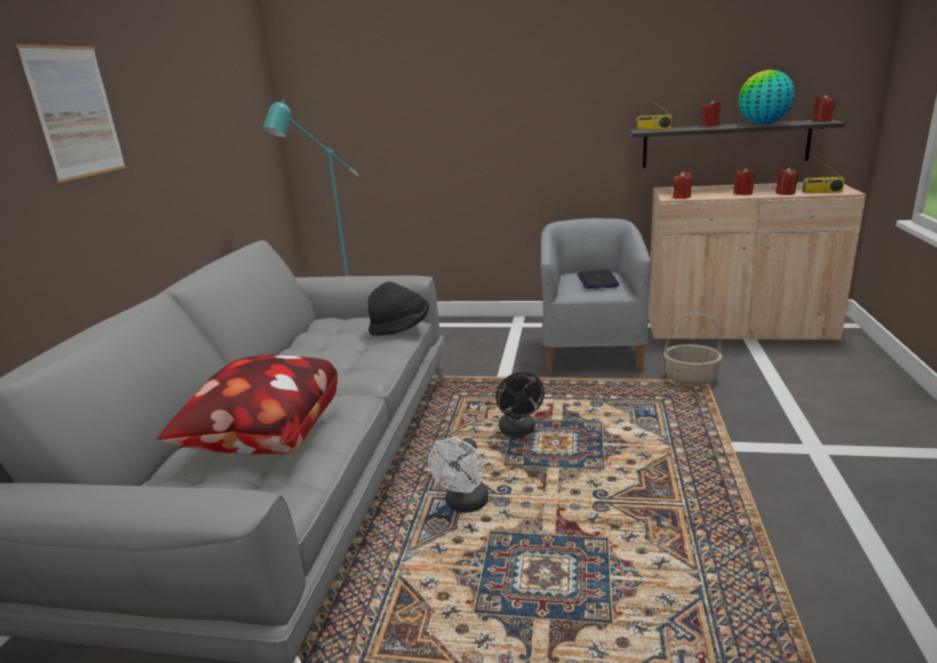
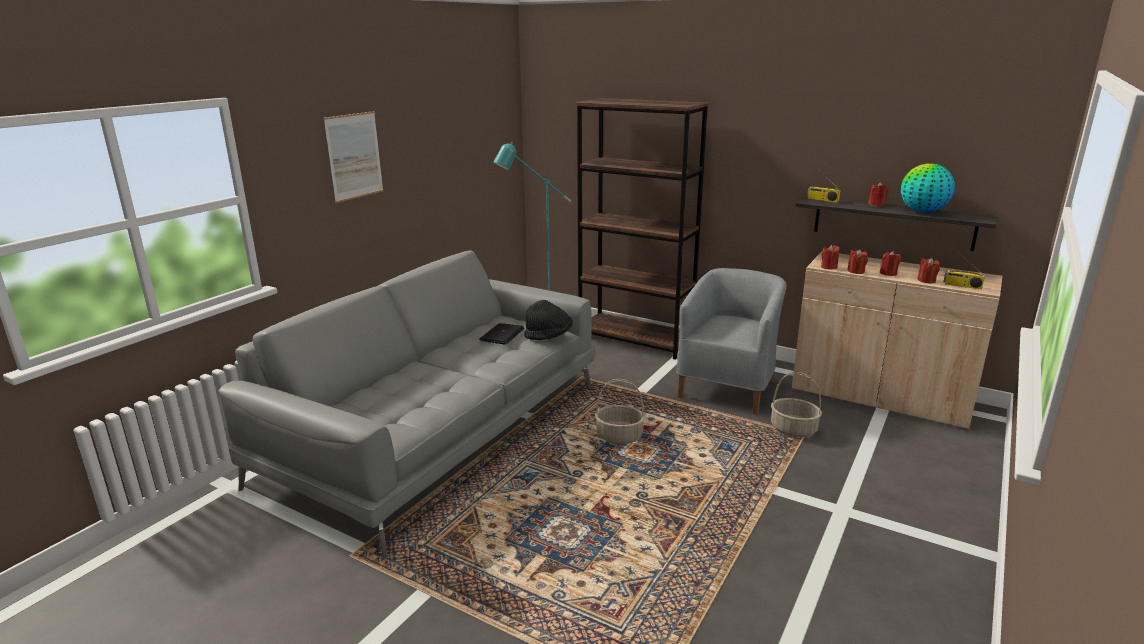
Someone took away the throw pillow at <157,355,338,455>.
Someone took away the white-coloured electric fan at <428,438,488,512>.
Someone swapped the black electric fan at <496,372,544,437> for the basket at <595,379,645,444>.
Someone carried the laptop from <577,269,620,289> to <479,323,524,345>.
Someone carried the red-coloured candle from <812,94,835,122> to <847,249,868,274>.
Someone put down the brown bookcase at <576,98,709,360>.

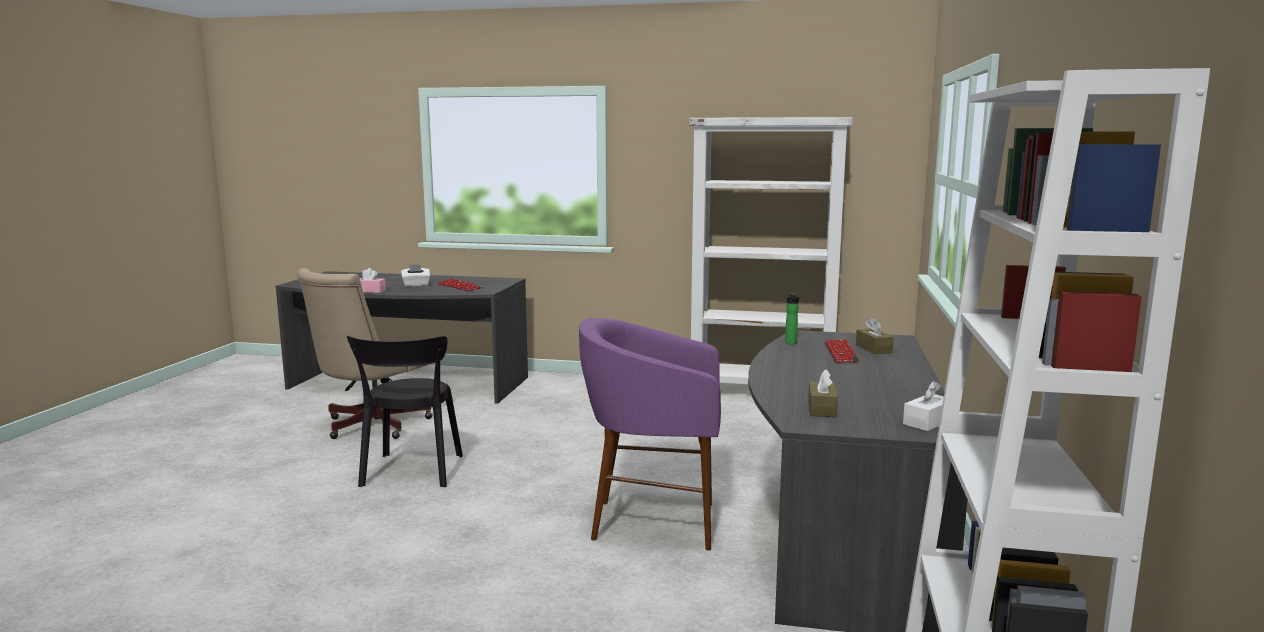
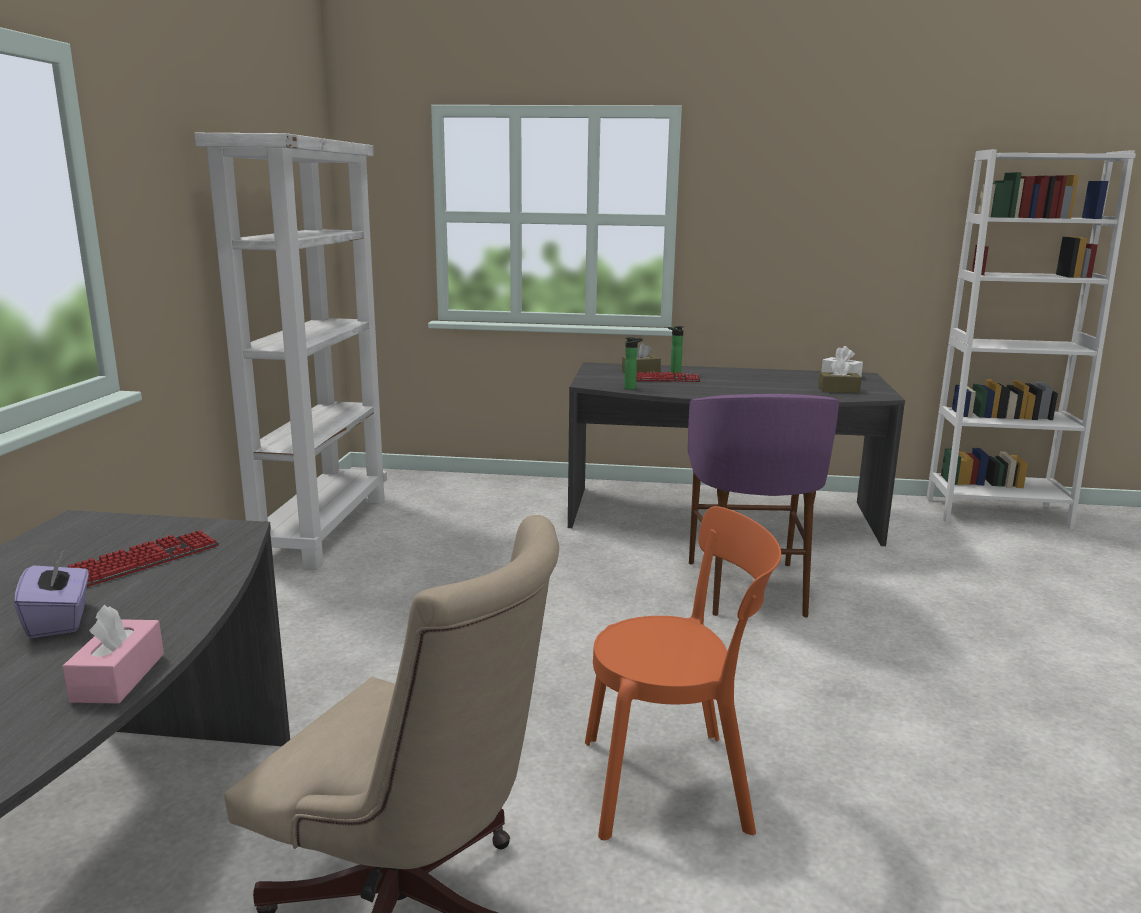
Someone repainted the black upright chair at <347,336,463,487>, which became the orangey upright chair at <585,506,781,840>.
Someone repainted the white-coloured tissue holder at <401,265,430,287>, which became the purplish tissue holder at <14,552,89,638>.
Someone put down the drink bottle at <668,326,684,374>.

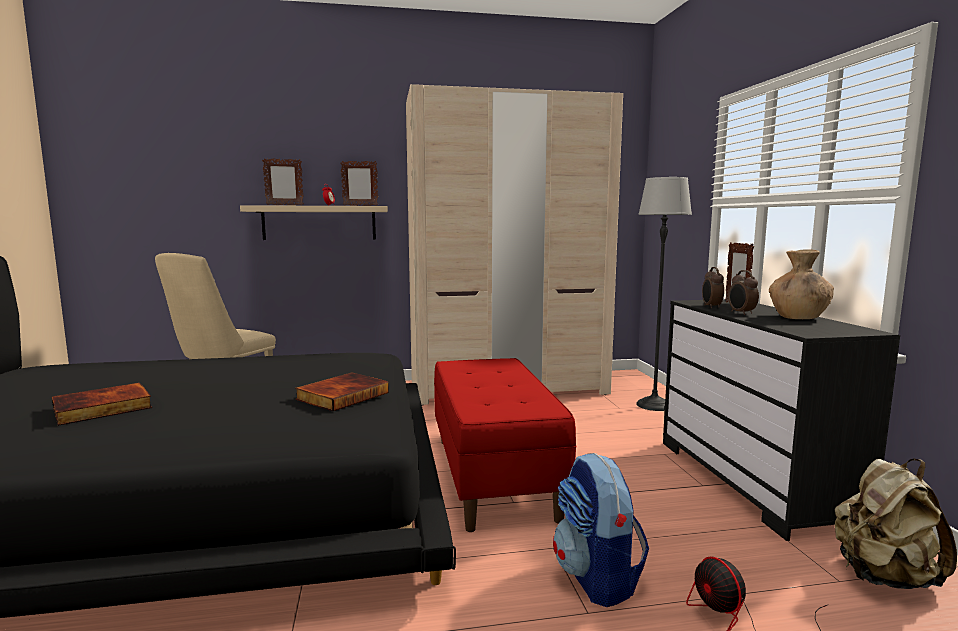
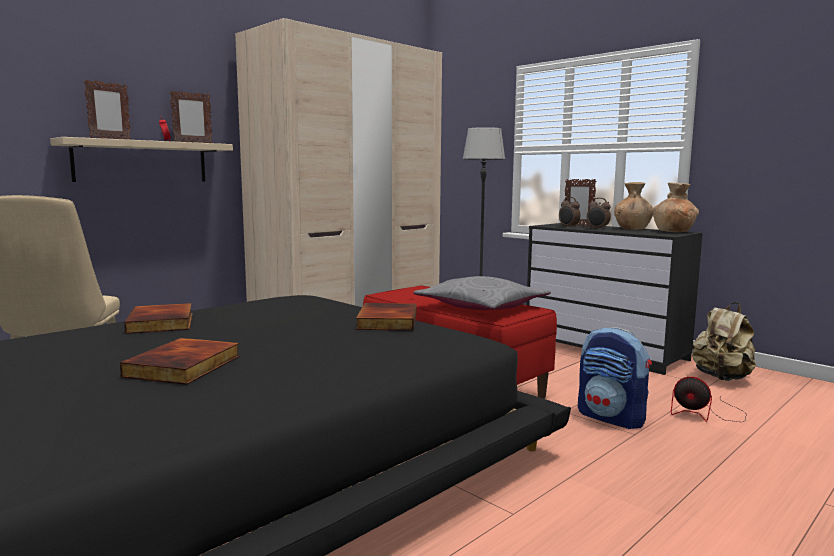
Someone put down the book at <124,303,193,334>.
Someone put down the grey throw pillow at <413,276,551,310>.
Someone put down the brown decorative vase at <652,183,699,232>.

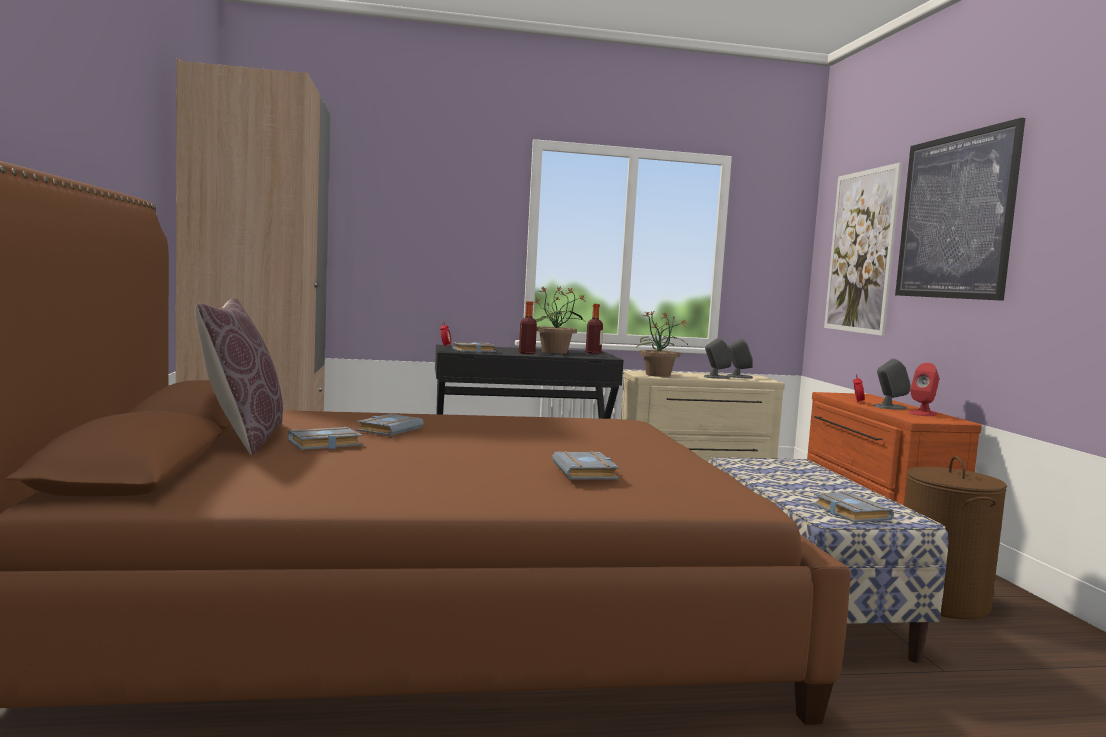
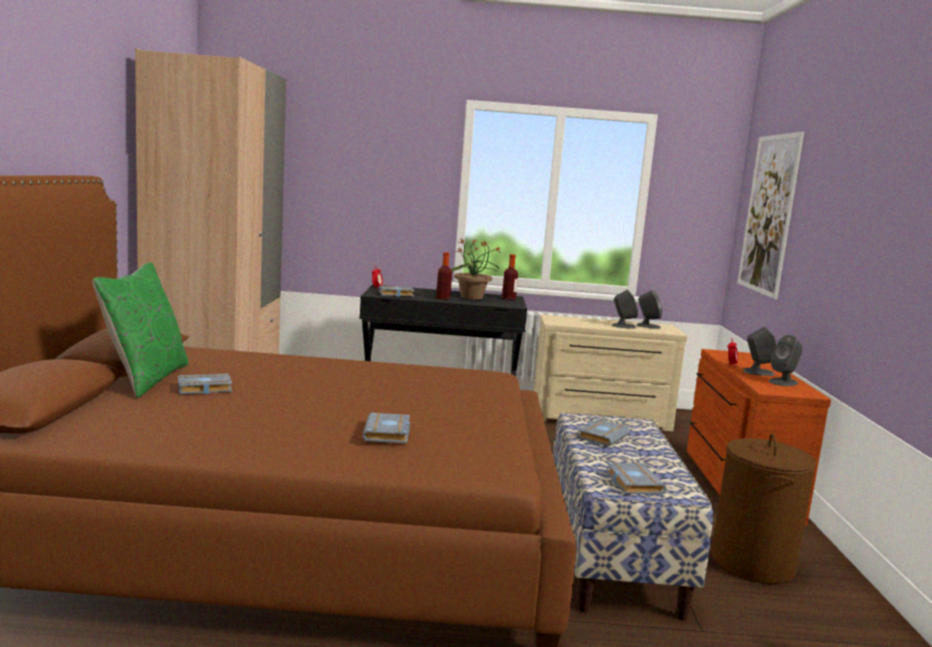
Someone repainted the brown throw pillow at <195,298,283,455>, which became the greenish throw pillow at <92,263,189,398>.
Someone carried the grey book from <356,414,424,436> to <577,419,630,447>.
Someone took away the potted plant at <636,311,688,377>.
Someone took away the wall art at <895,118,1025,301>.
Someone repainted the red-coloured loudspeaker at <909,363,939,416>, which became the grey loudspeaker at <769,335,803,386>.

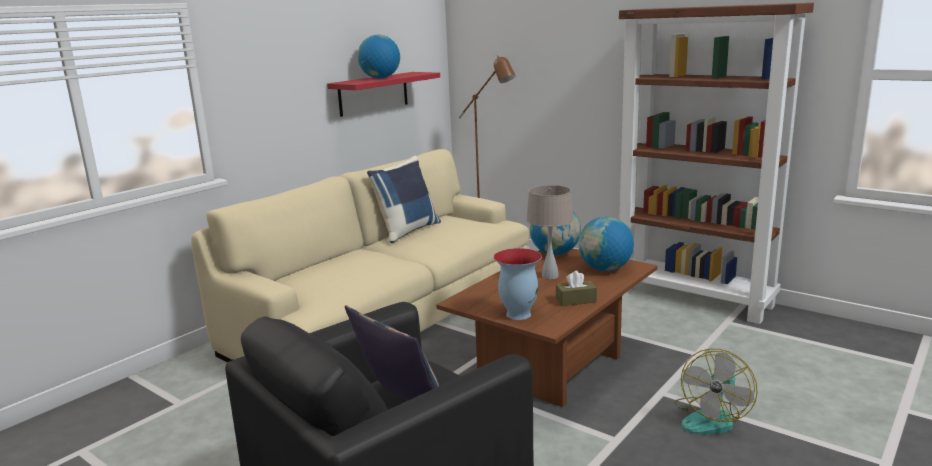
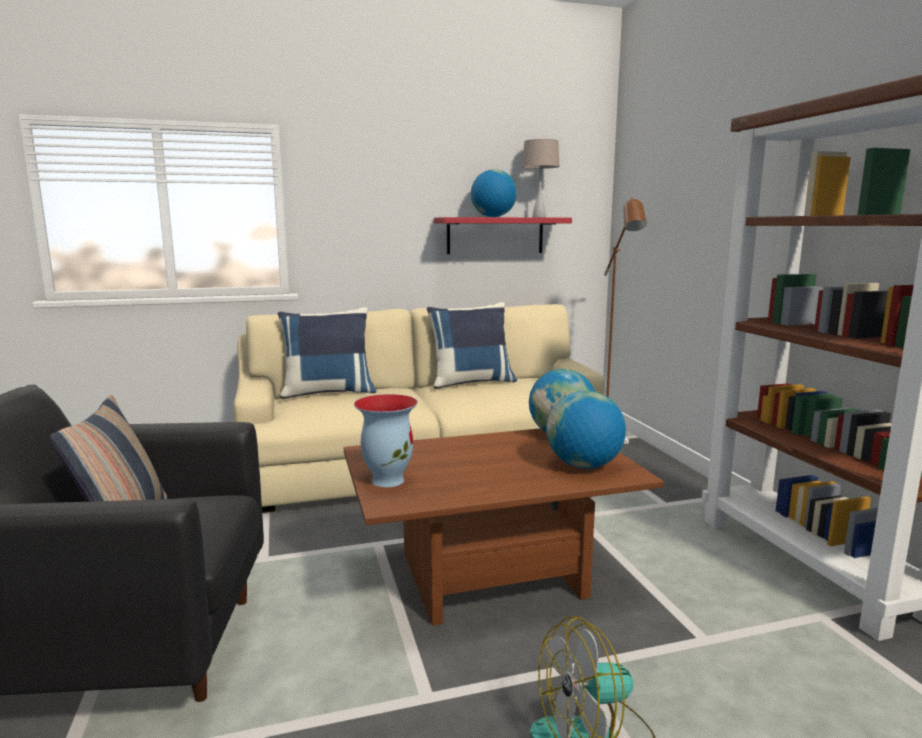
Someone carried the beige lamp for a table from <527,185,574,279> to <522,139,560,217>.
Someone took away the brown tissue holder at <556,271,597,306>.
Someone put down the blue-coloured throw pillow at <278,307,376,399>.

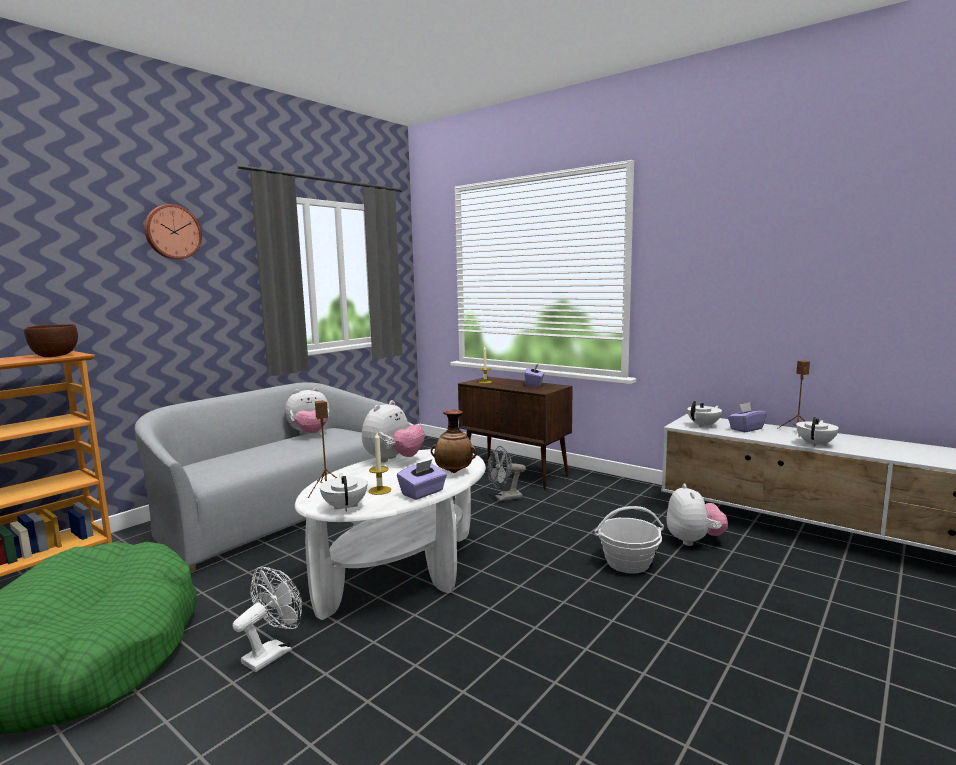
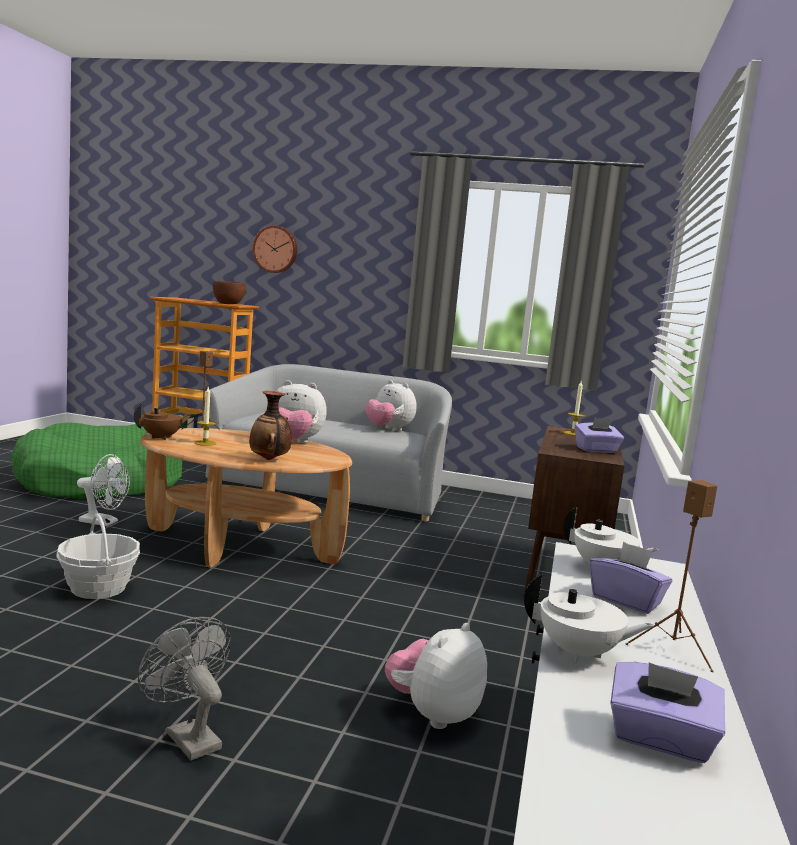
Someone carried the clock on the wall from <144,204,202,259> to <252,226,297,273>.
Someone repainted the white-coloured coffee table at <295,449,486,620>, which became the brown coffee table at <140,428,352,567>.
Someone repainted the white-coloured tea pot at <320,473,367,512>, which became the brown tea pot at <134,403,191,440>.
Someone carried the purplish tissue holder from <397,459,447,500> to <611,662,725,763>.
Someone carried the grey electric fan from <487,446,526,501> to <138,617,231,760>.
Someone carried the basket from <594,506,664,574> to <56,514,140,599>.
Someone rotated the soft toy at <666,483,728,546> by 150 degrees clockwise.

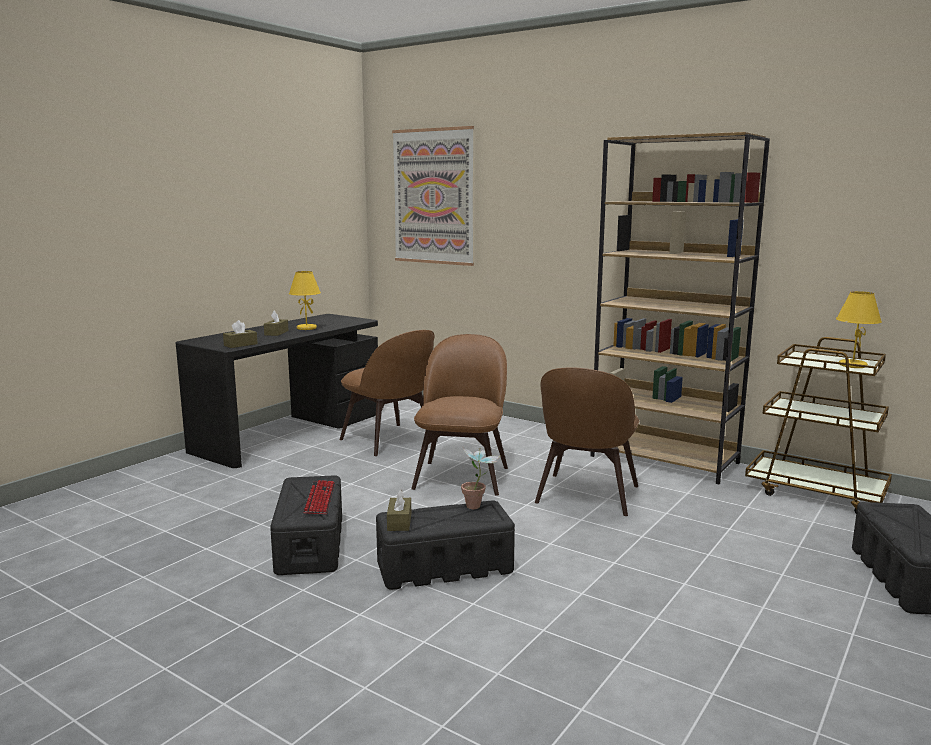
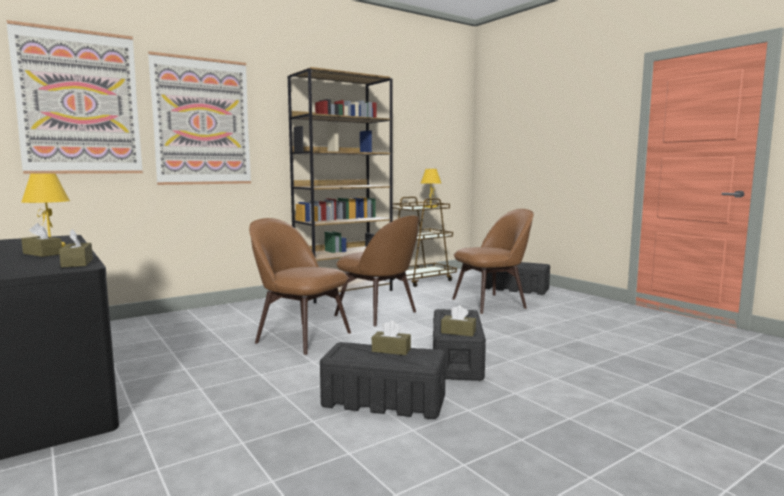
Someone swapped the keyboard at <303,480,335,514> for the brown tissue holder at <372,321,411,355>.
Someone carried the brown upright chair from <340,330,434,456> to <452,209,534,314>.
Someone took away the potted plant at <461,447,501,509>.
Someone put up the wall art at <148,51,251,185>.

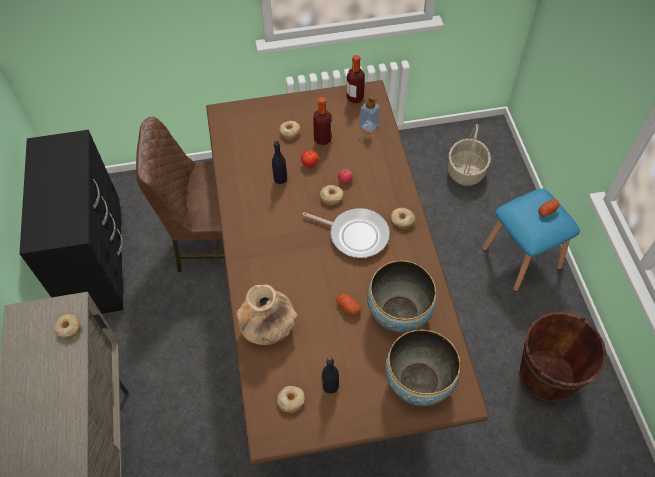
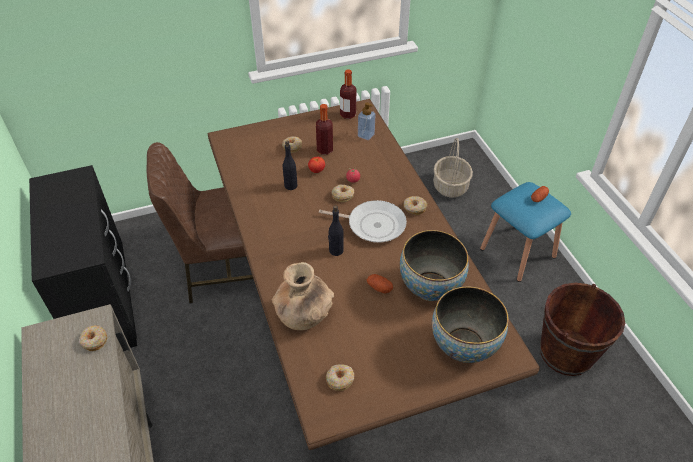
Someone carried the black drink bottle from <322,356,339,394> to <328,205,344,256>.

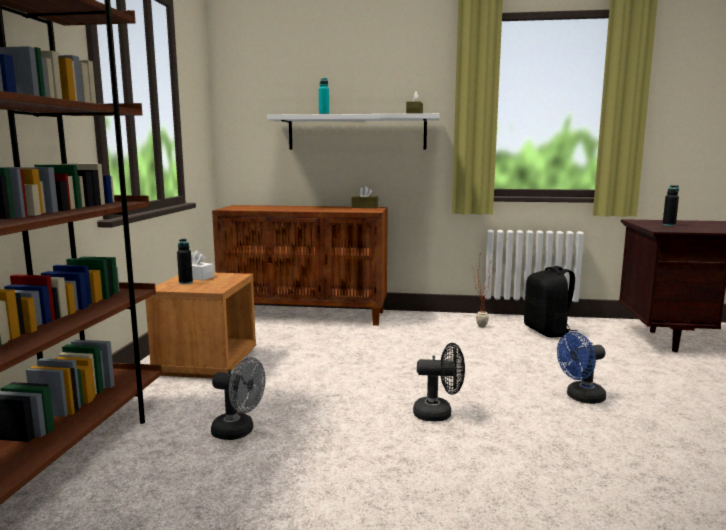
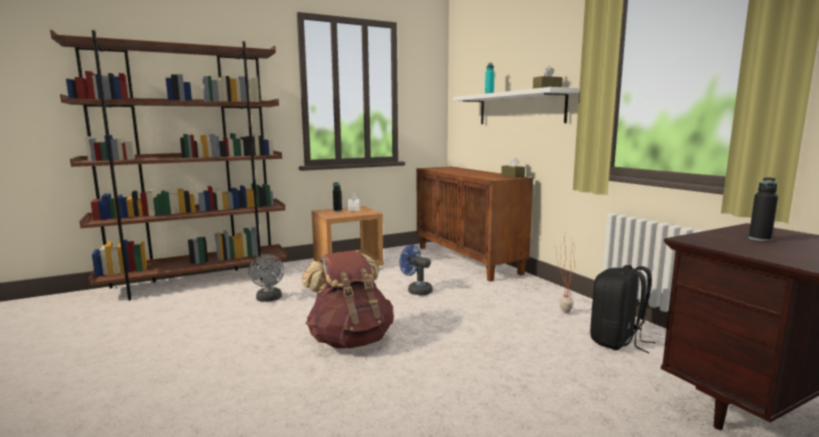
Someone swapped the black electric fan at <413,343,465,421> for the brown rucksack at <302,250,394,348>.
Someone carried the blue-coloured electric fan from <557,332,606,404> to <399,244,433,295>.

